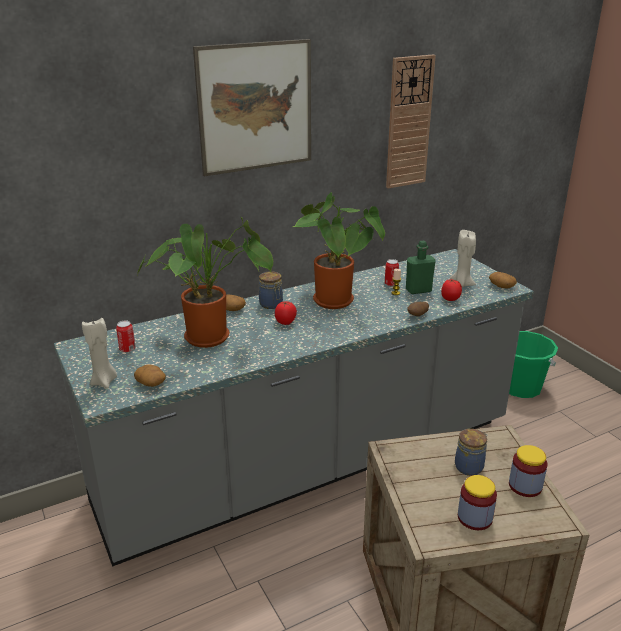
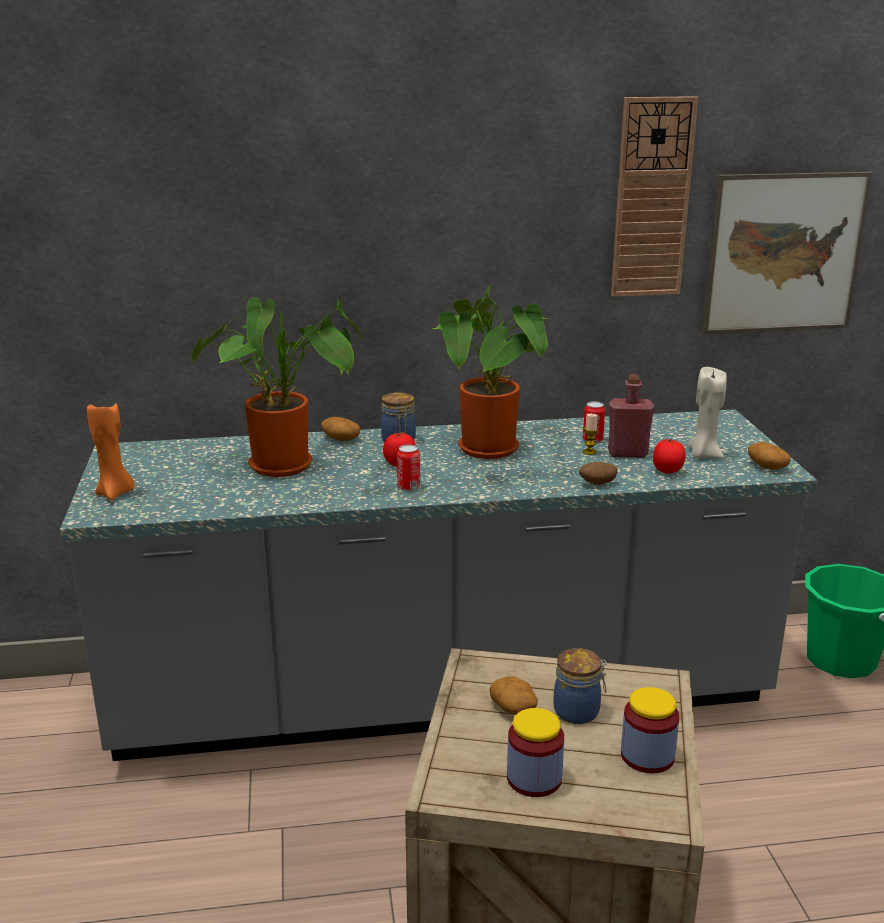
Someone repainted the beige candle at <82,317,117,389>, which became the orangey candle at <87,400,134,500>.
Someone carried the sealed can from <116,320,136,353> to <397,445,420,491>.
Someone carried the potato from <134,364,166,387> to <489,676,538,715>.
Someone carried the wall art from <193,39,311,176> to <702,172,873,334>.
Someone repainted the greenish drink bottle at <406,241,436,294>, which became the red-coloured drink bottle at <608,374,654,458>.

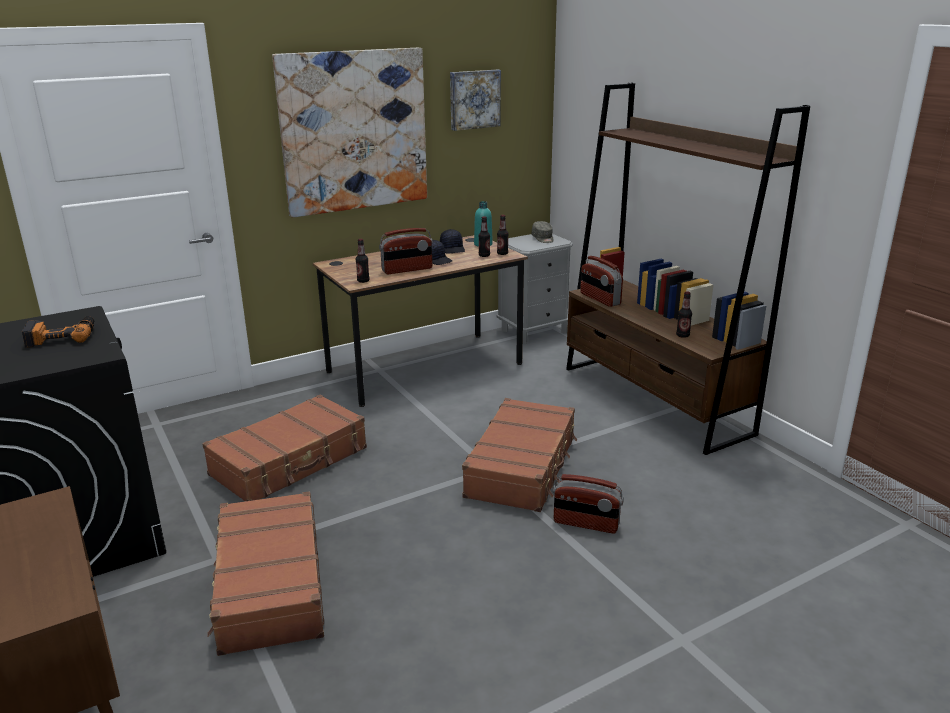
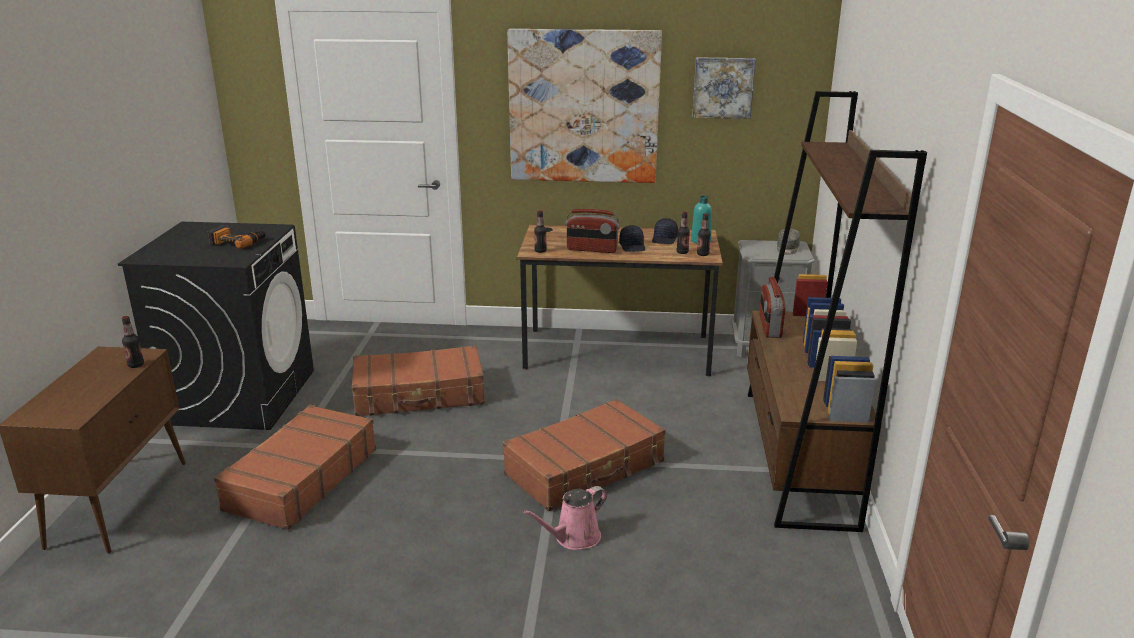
Someone swapped the radio at <553,474,624,533> for the pink watering pot at <523,486,607,550>.
Someone carried the drink bottle from <676,292,692,338> to <122,316,144,368>.

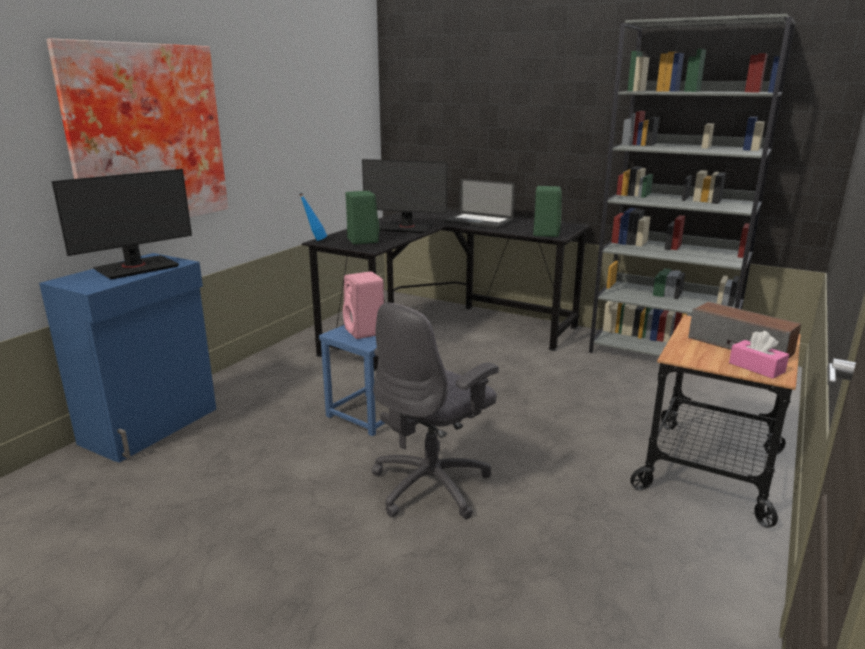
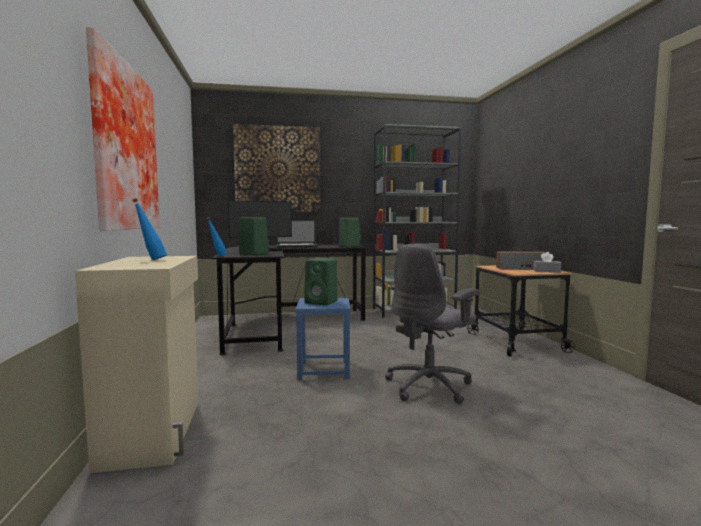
Someone repainted the blue-coloured storage cabinet at <39,253,216,463>, which became the beige storage cabinet at <75,256,198,473>.
Someone swapped the monitor at <52,169,192,279> for the blue-coloured drink bottle at <133,198,167,260>.
Someone repainted the pink loudspeaker at <343,272,384,339>, which became the greenish loudspeaker at <304,258,338,305>.
Someone rotated the grey desk chair at <372,303,499,519> by 45 degrees clockwise.
Someone repainted the pink tissue holder at <729,331,789,379>, which became the grey tissue holder at <533,252,561,273>.
Someone put up the wall art at <233,124,320,212>.

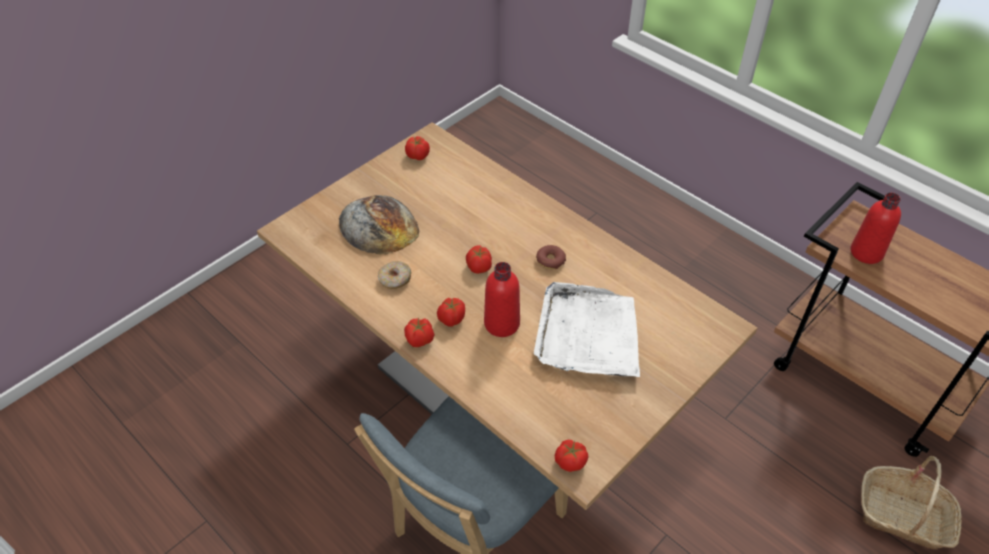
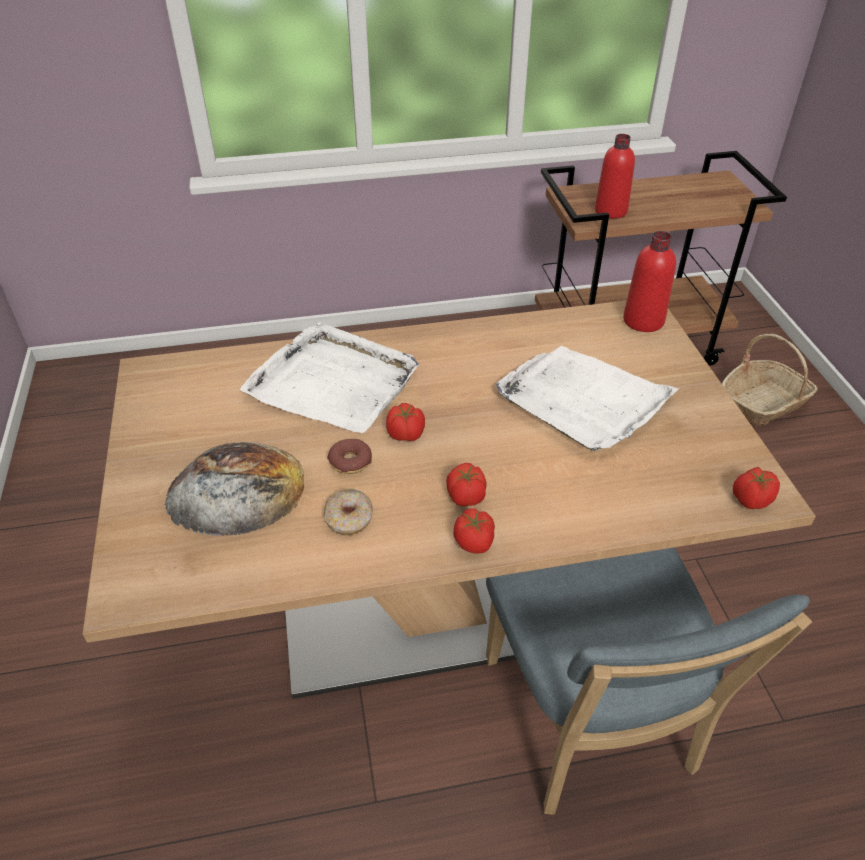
Someone took away the tomato at <405,136,430,160>.
Someone carried the red-coloured drink bottle from <484,262,520,337> to <623,231,676,332>.
Someone carried the ring doughnut from <536,245,566,269> to <327,439,372,474>.
Someone put down the white-coloured serving tray at <240,322,419,433>.

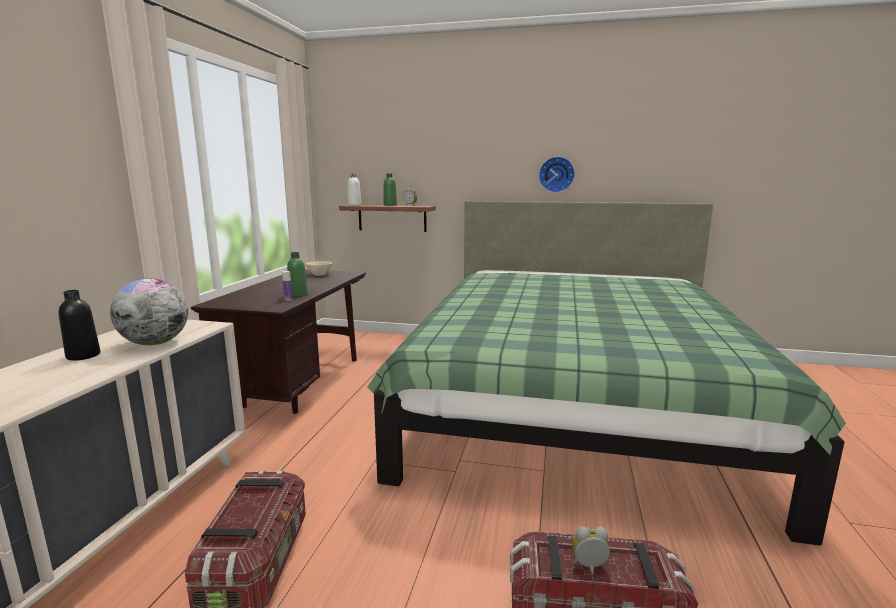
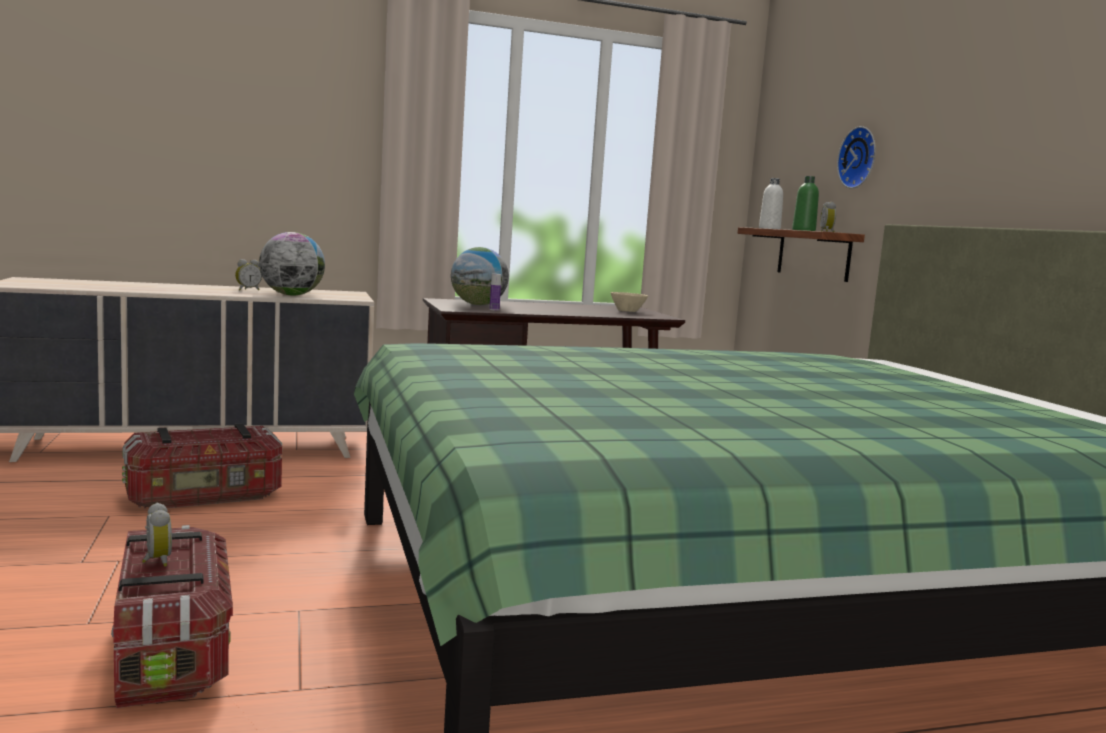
Someone swapped the black drink bottle at <59,290,100,360> for the alarm clock at <235,259,262,290>.
Someone took away the greenish drink bottle at <287,252,308,297>.
Someone carried the clock on the wall from <539,156,575,193> to <837,126,876,189>.
Someone put down the world globe at <451,247,509,305>.

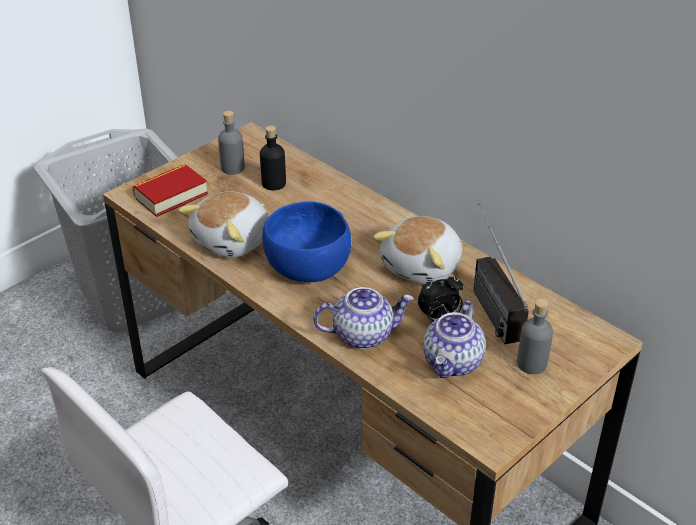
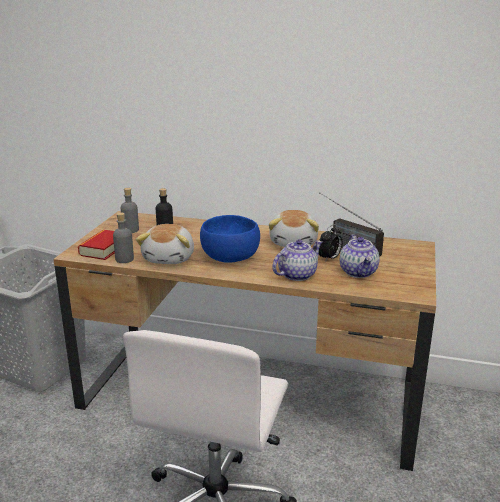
Someone carried the grey drink bottle from <517,299,553,374> to <113,213,134,263>.

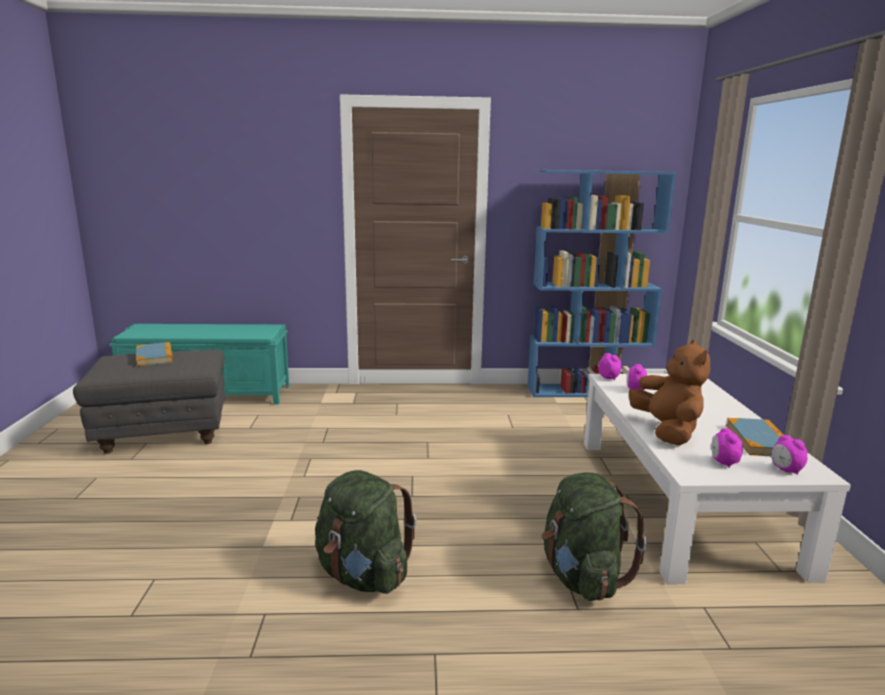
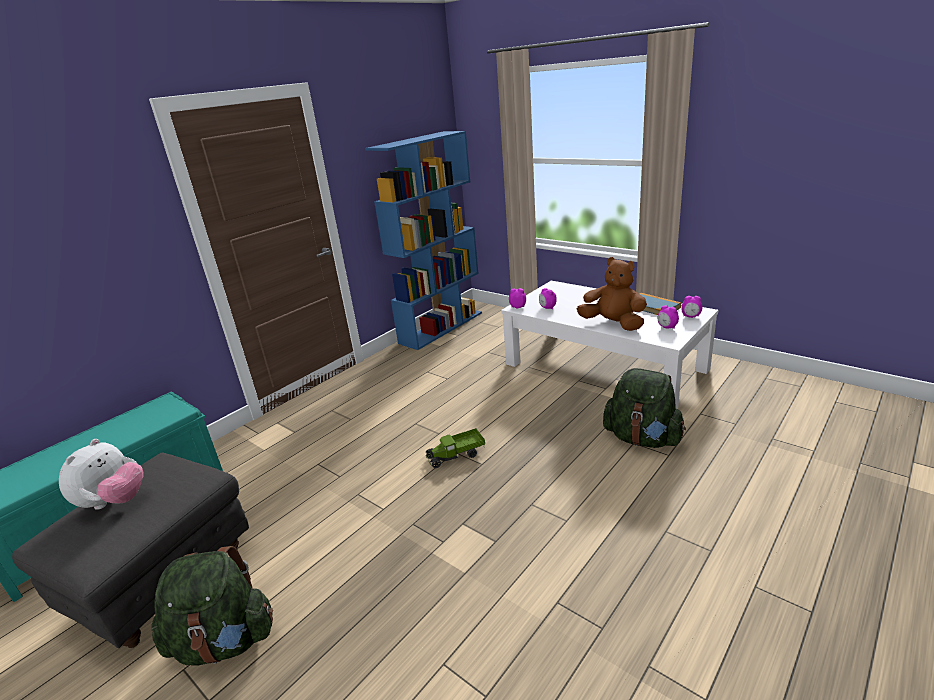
Someone swapped the book at <136,342,173,366> for the soft toy at <59,439,143,510>.
Someone carried the greenish rucksack from <315,470,416,594> to <151,546,273,666>.
Someone put down the toy lorry at <426,428,485,468>.

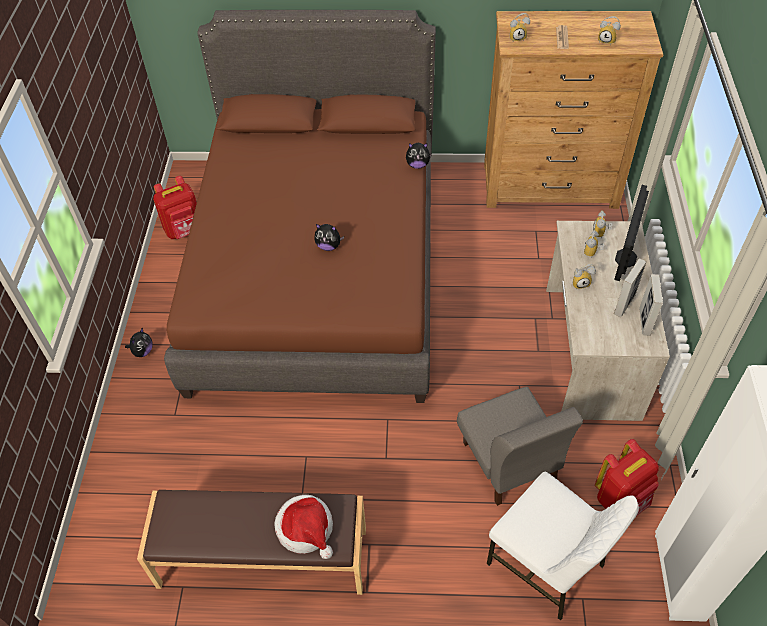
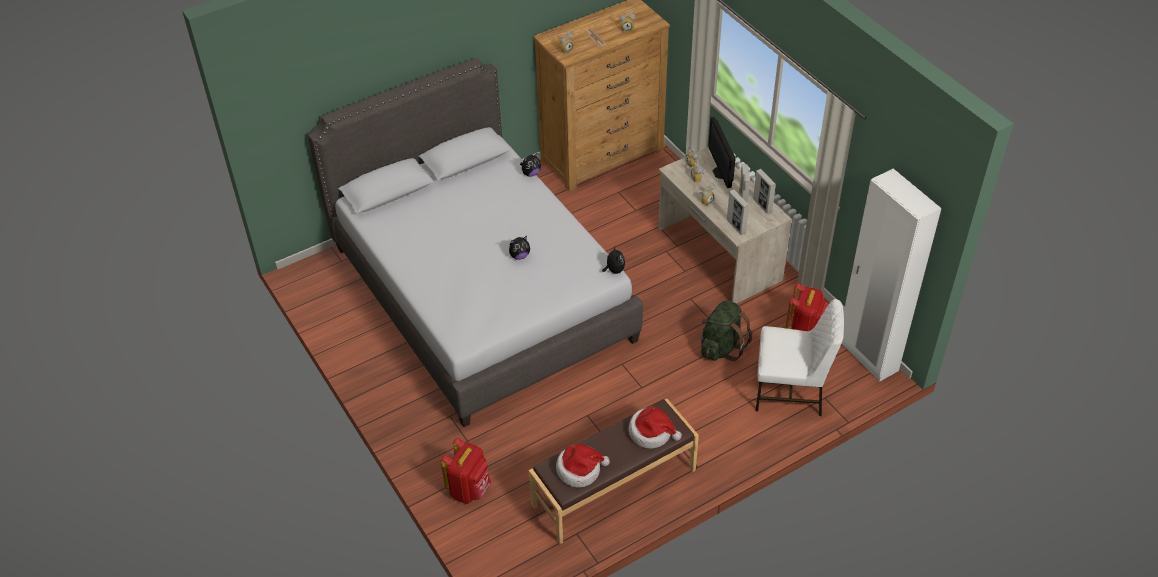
Someone carried the soft toy from <125,328,153,357> to <602,247,625,274>.
Someone carried the red-coloured rucksack from <153,176,197,239> to <441,438,491,504>.
Someone repainted the brown sleeping bed at <164,10,436,403>, which became the grey sleeping bed at <308,58,643,427>.
Someone swapped the grey upright chair at <457,387,583,506> for the greenish rucksack at <701,301,752,361>.
Someone put down the wearable hat at <556,444,610,488>.
Someone put down the picture frame at <727,190,749,235>.

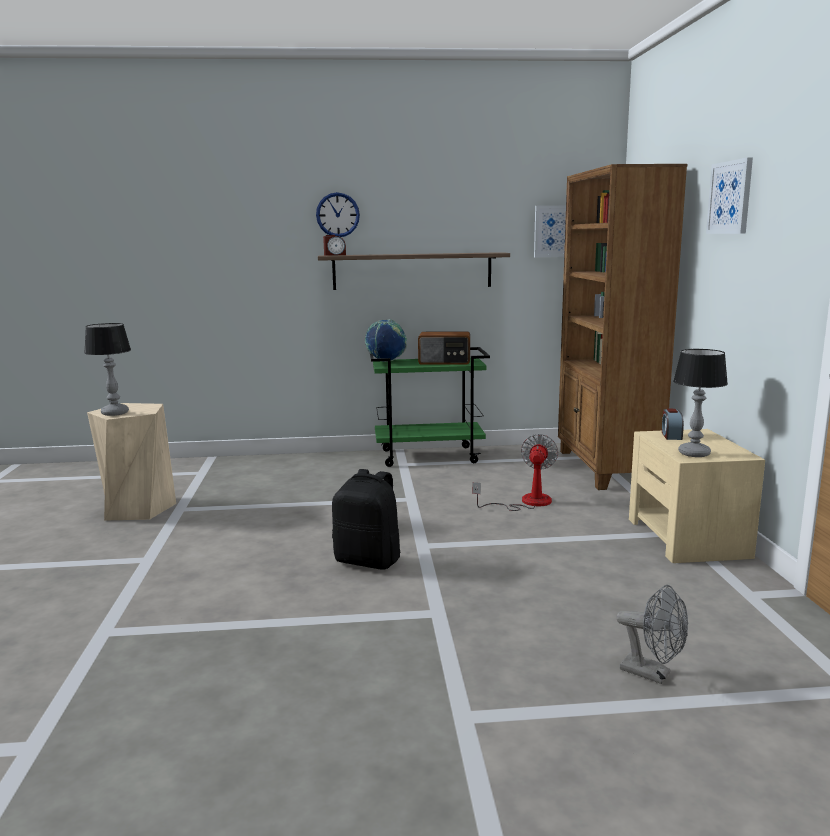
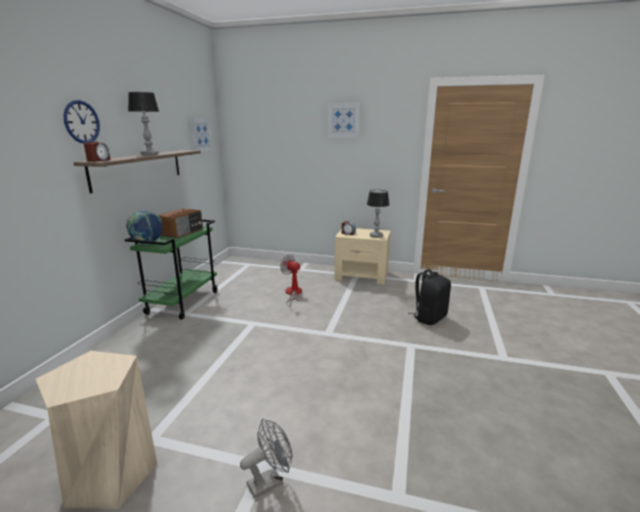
Someone carried the lamp for a table from <84,323,131,416> to <128,92,159,155>.
Someone carried the black rucksack from <332,469,401,570> to <408,269,451,325>.
Someone took away the brown bookcase at <558,164,687,490>.
Someone carried the grey electric fan from <616,585,688,684> to <240,419,293,498>.

